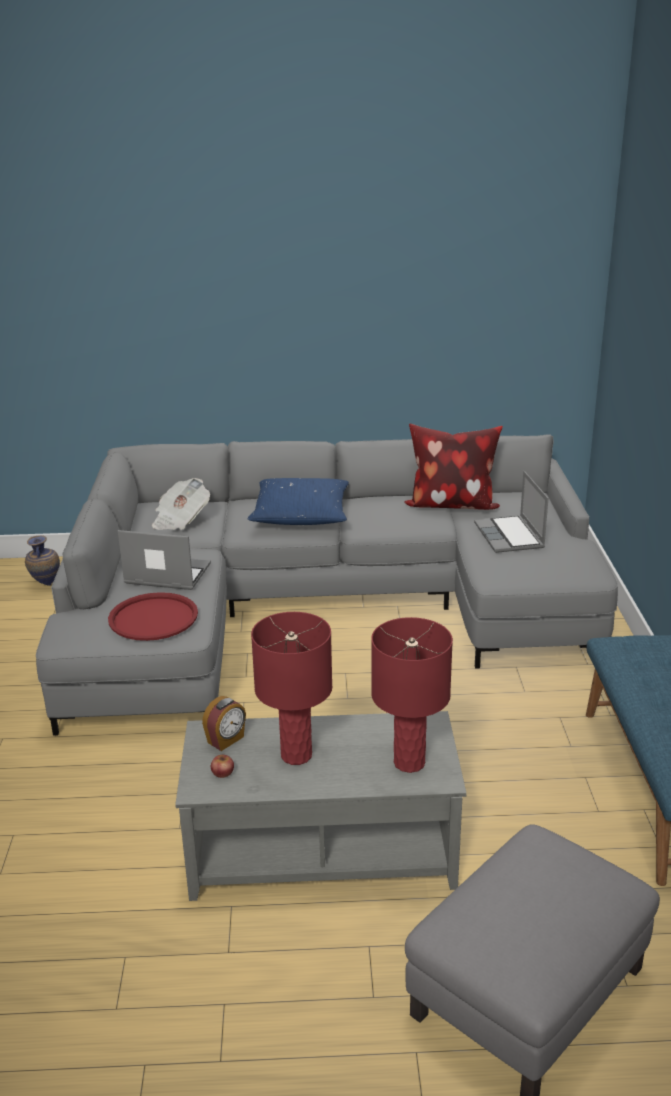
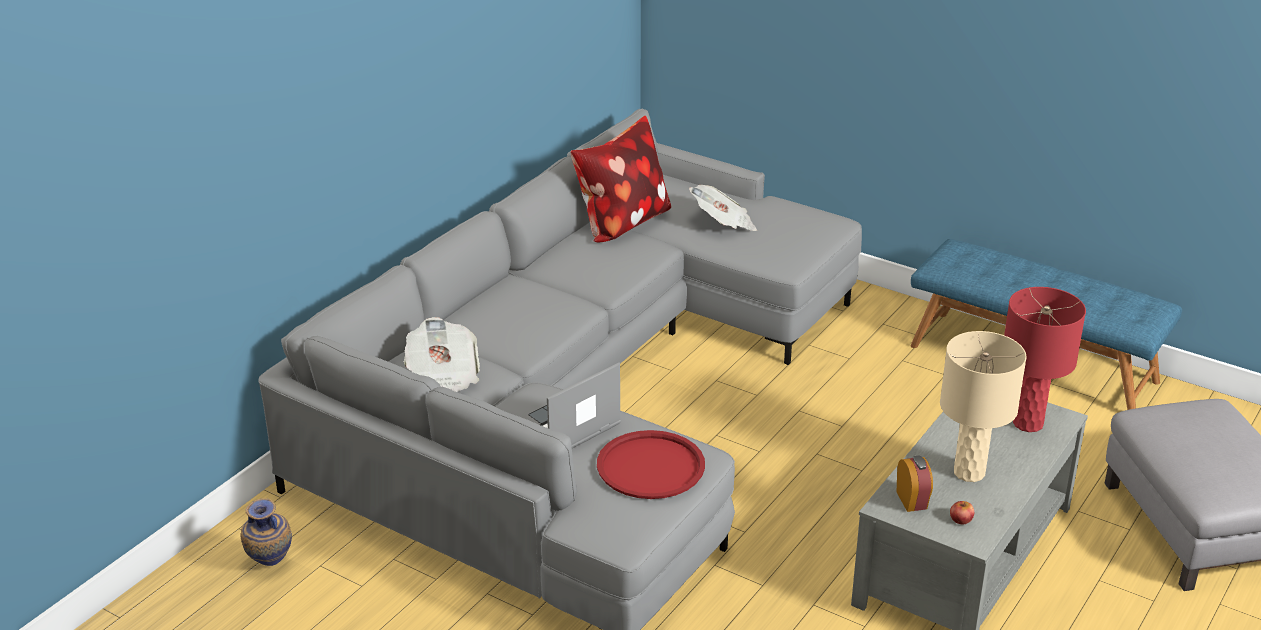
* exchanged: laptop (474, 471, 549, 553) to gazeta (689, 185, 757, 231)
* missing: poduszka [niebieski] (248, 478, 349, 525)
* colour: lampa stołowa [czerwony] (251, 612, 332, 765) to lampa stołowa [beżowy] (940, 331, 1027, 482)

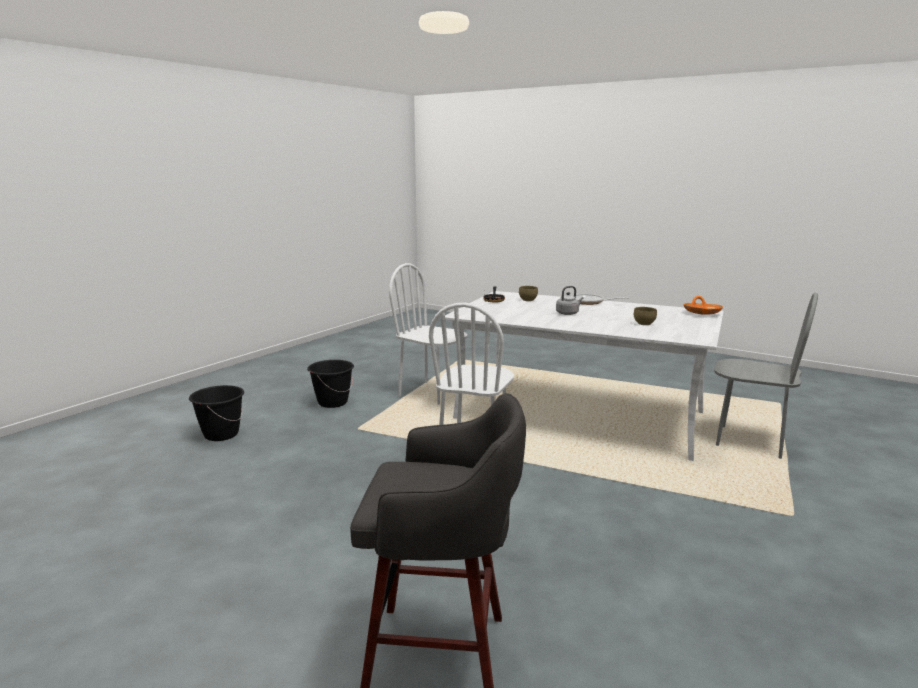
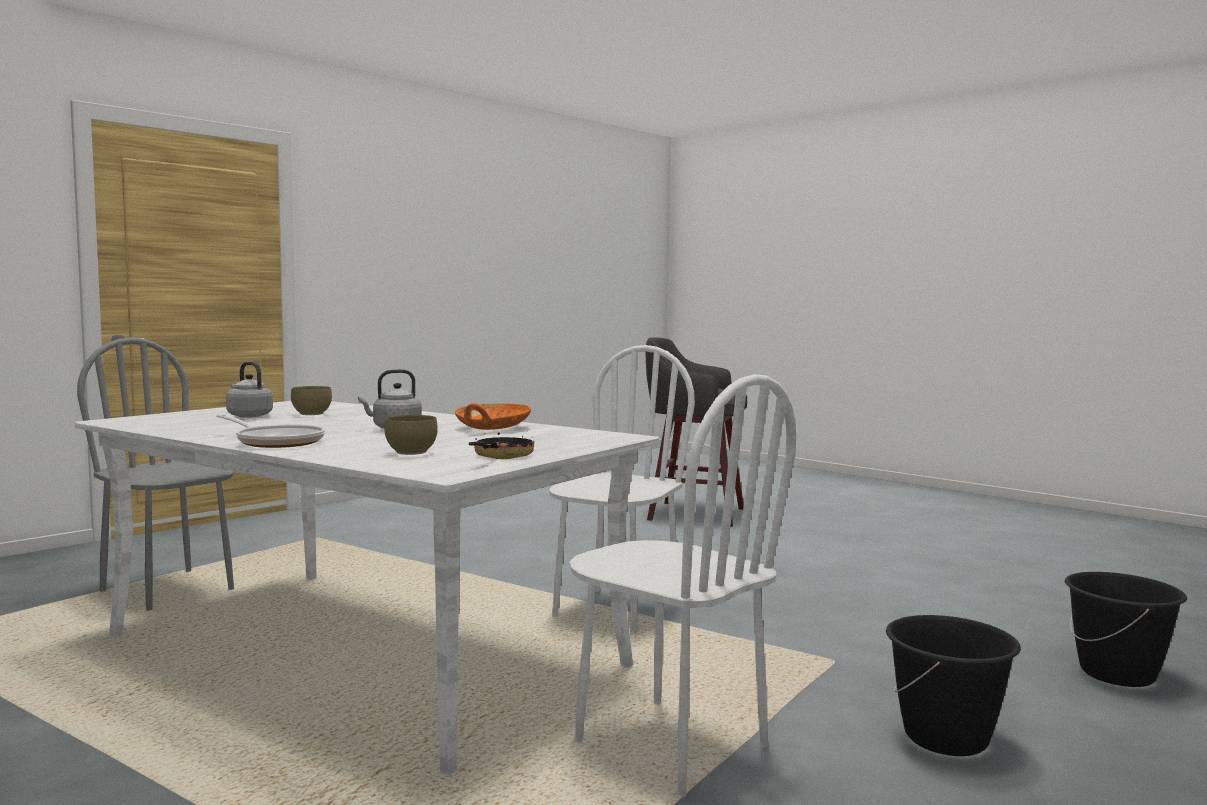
* relocated: miska [pomarańczowy] (683, 296, 723, 315) to (455, 403, 531, 430)
* appeared: czajnik [szary] (226, 362, 273, 418)

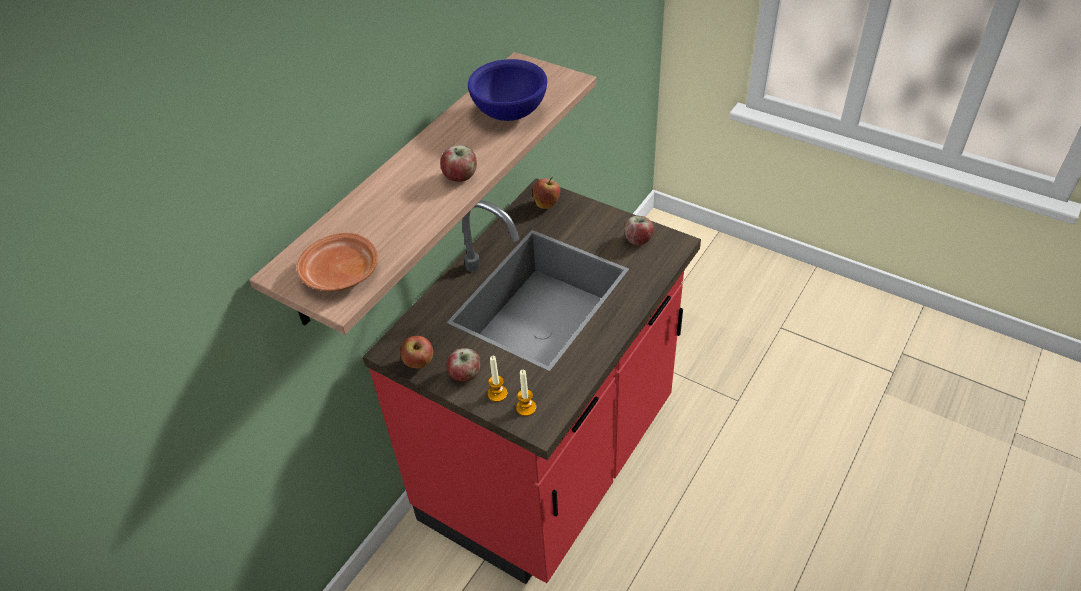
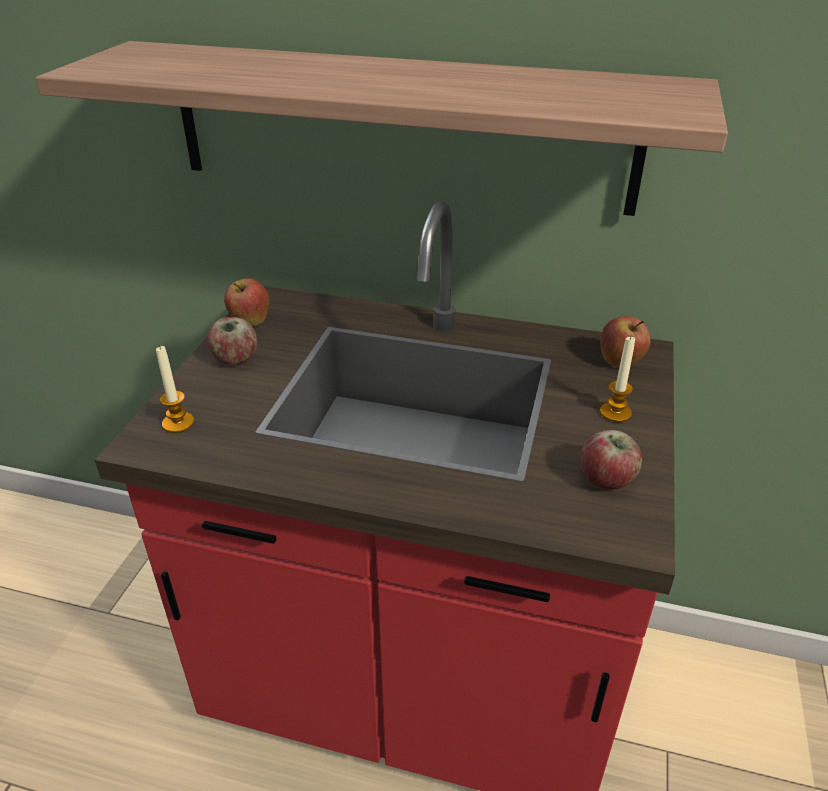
* missing: miska [niebieski] (468, 59, 547, 121)
* missing: jabłko (440, 145, 477, 182)
* missing: talerz [brązowy] (297, 233, 378, 291)
* relocated: świeca (488, 356, 508, 402) to (600, 337, 635, 422)

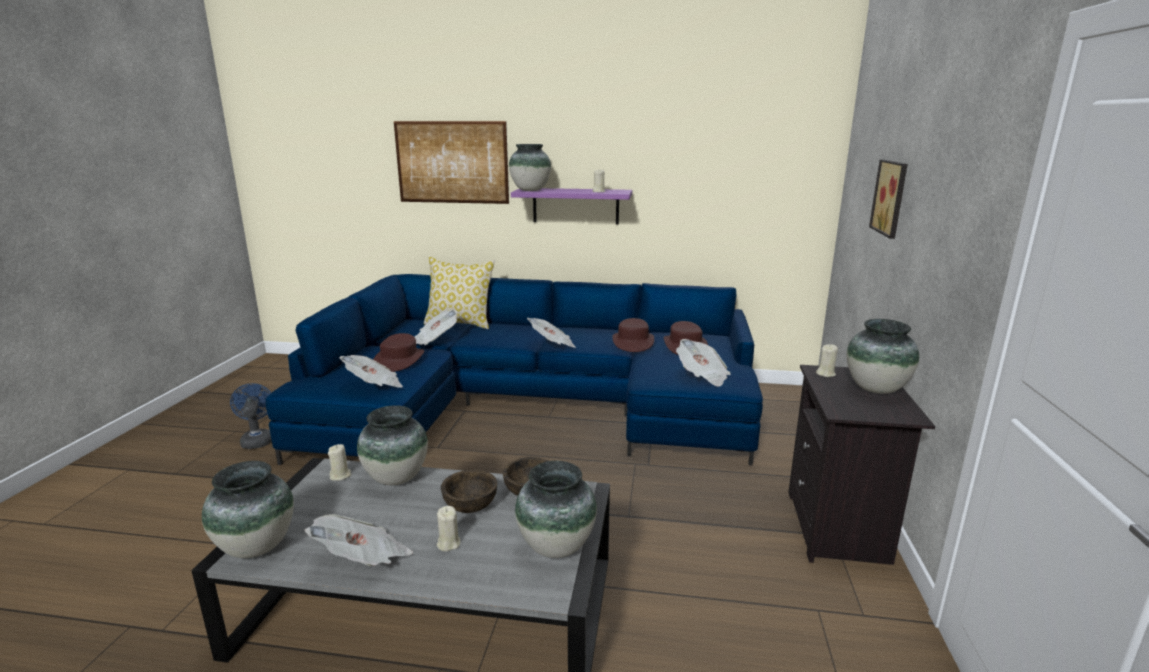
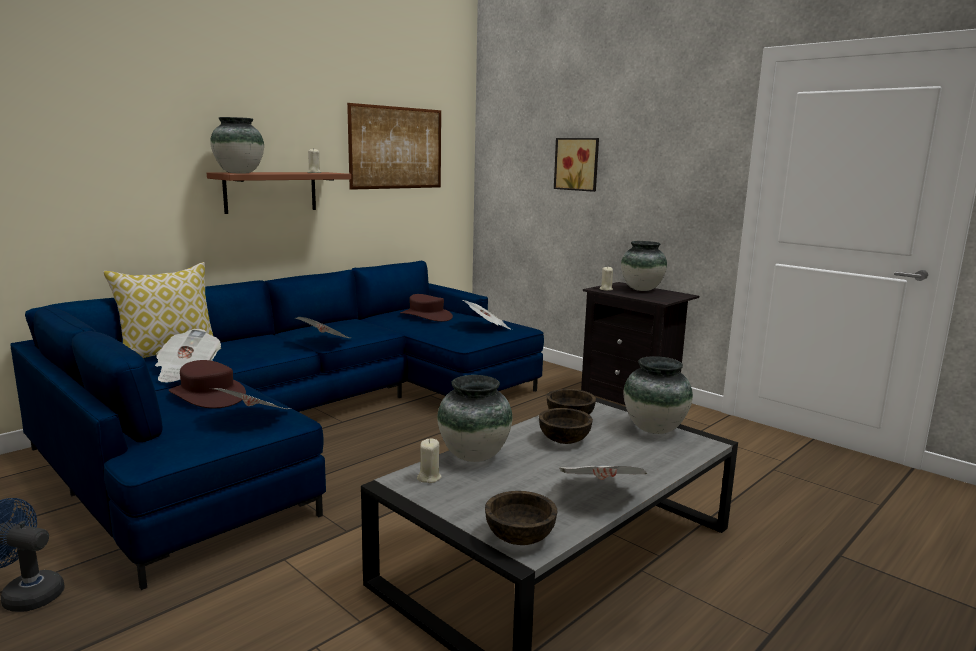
* relocated: obraz (394, 121, 509, 204) to (347, 103, 441, 190)
* colour: półka [fioletowy] (511, 188, 632, 224) to półka [brązowy] (207, 172, 351, 214)
* missing: kapelusz [brązowy] (612, 318, 654, 352)
* exchanged: wazon (202, 461, 294, 558) to miska [brązowy] (485, 491, 557, 545)
* missing: świeca [beżowy] (437, 506, 461, 551)

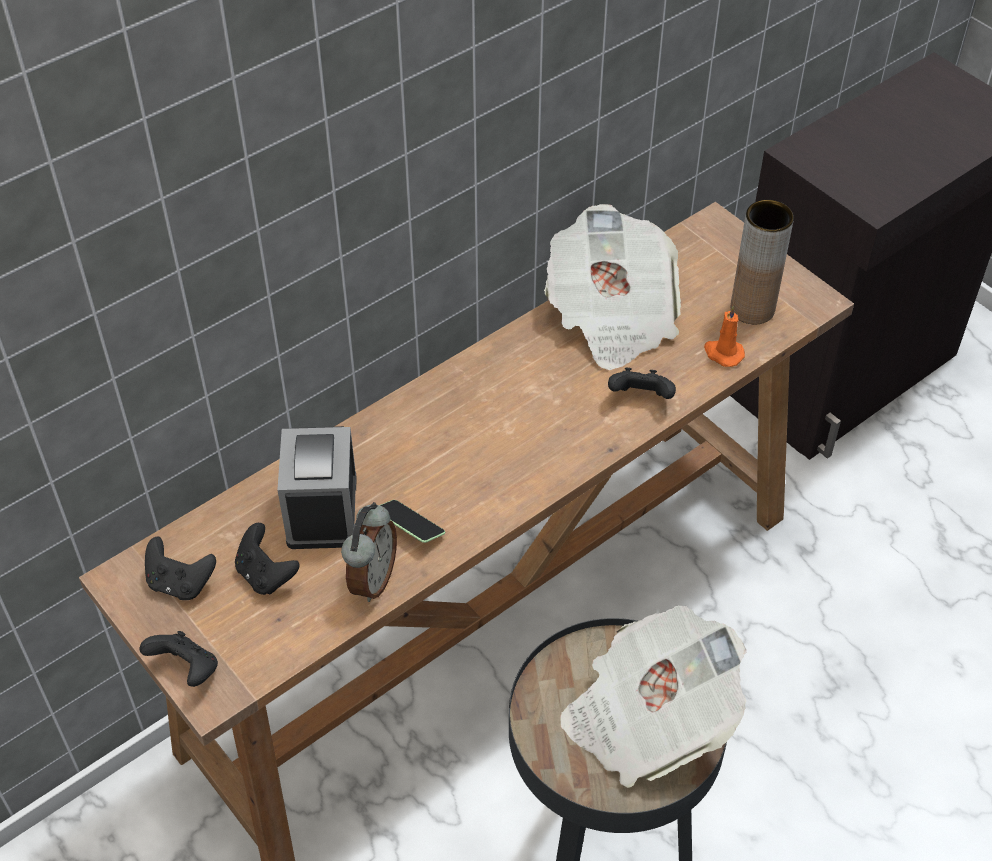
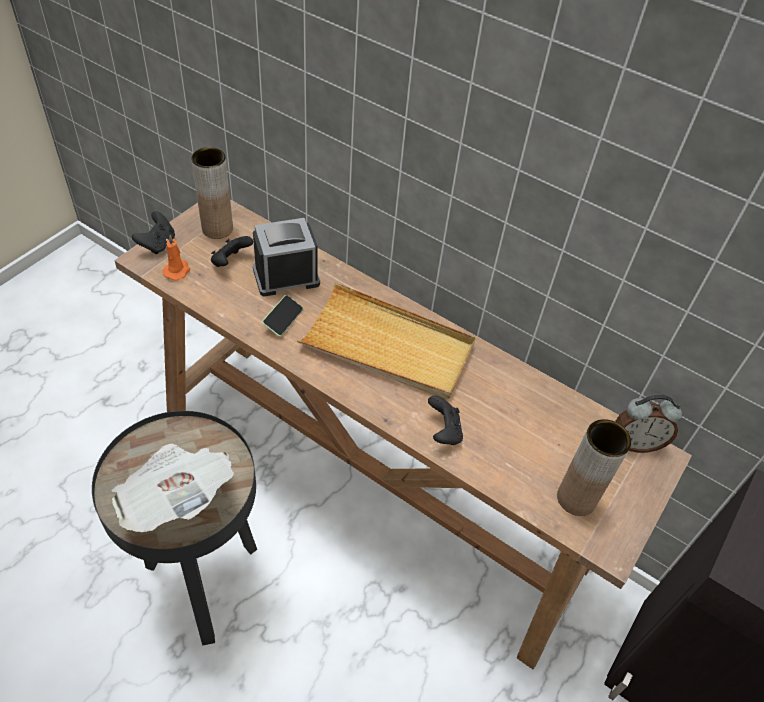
* missing: gazeta (544, 204, 681, 370)
* relocated: świeca [pomarańczowy] (704, 306, 745, 367) to (162, 235, 190, 281)
* relocated: budzik (341, 502, 397, 602) to (615, 394, 682, 453)
* exchanged: pad do gier [czarny] (145, 536, 216, 600) to wazon [brązowy] (191, 147, 233, 239)
* appeared: taca [beżowy] (297, 282, 476, 400)

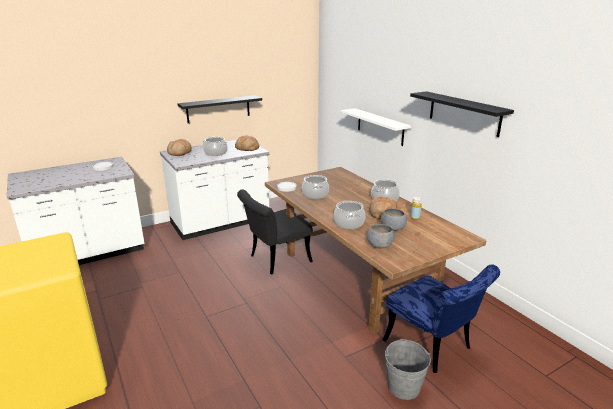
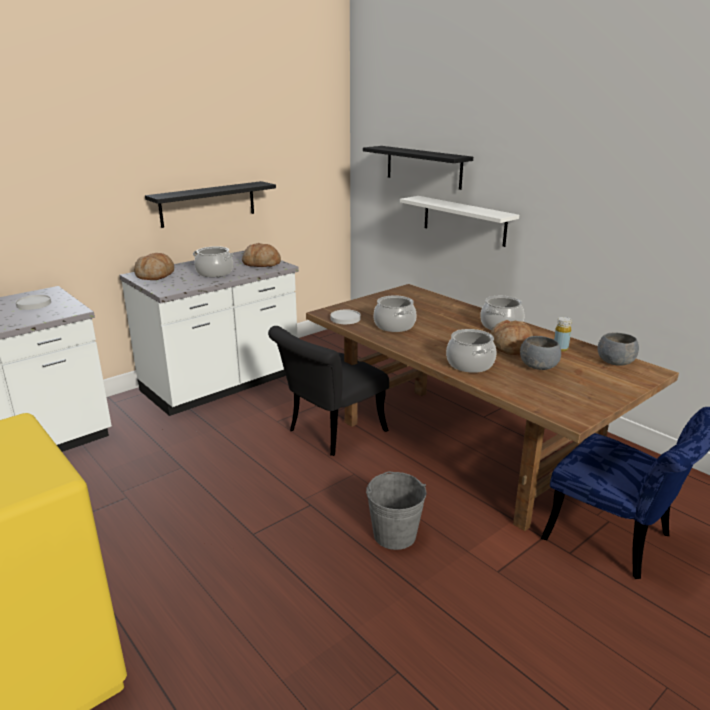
* relocated: półka [czarny] (410, 91, 514, 137) to (363, 146, 473, 190)
* relocated: miska [szary] (367, 224, 395, 249) to (597, 333, 639, 366)
* relocated: wiadro [szary] (385, 339, 431, 400) to (366, 471, 426, 550)

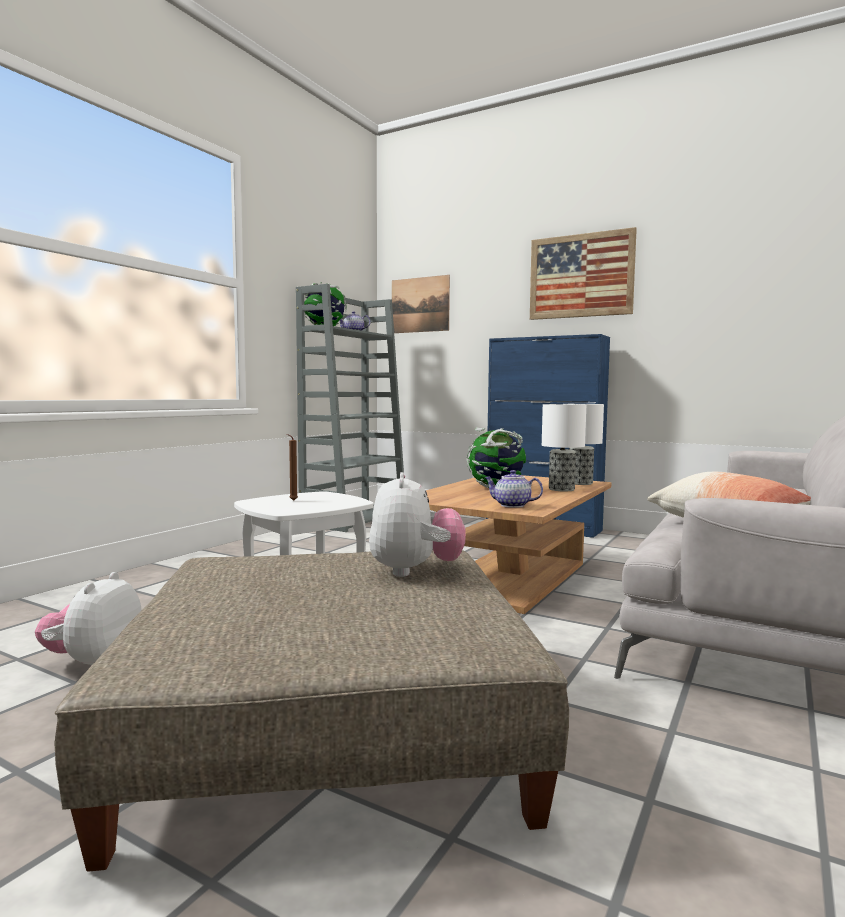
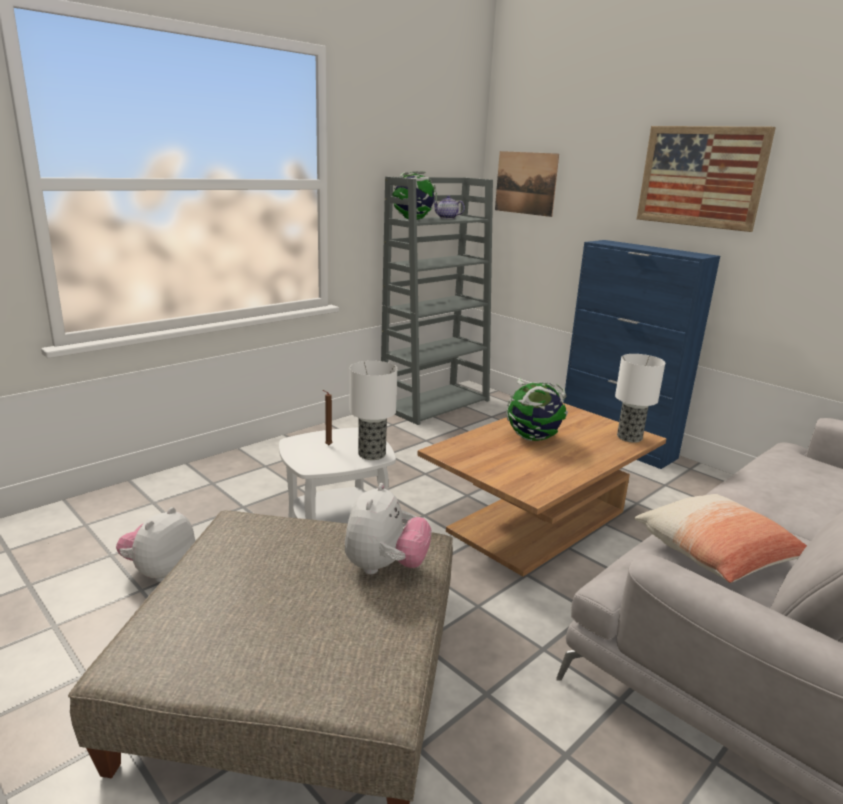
* relocated: lampa stołowa (542, 404, 586, 491) to (350, 361, 397, 460)
* missing: imbryk (485, 470, 543, 508)

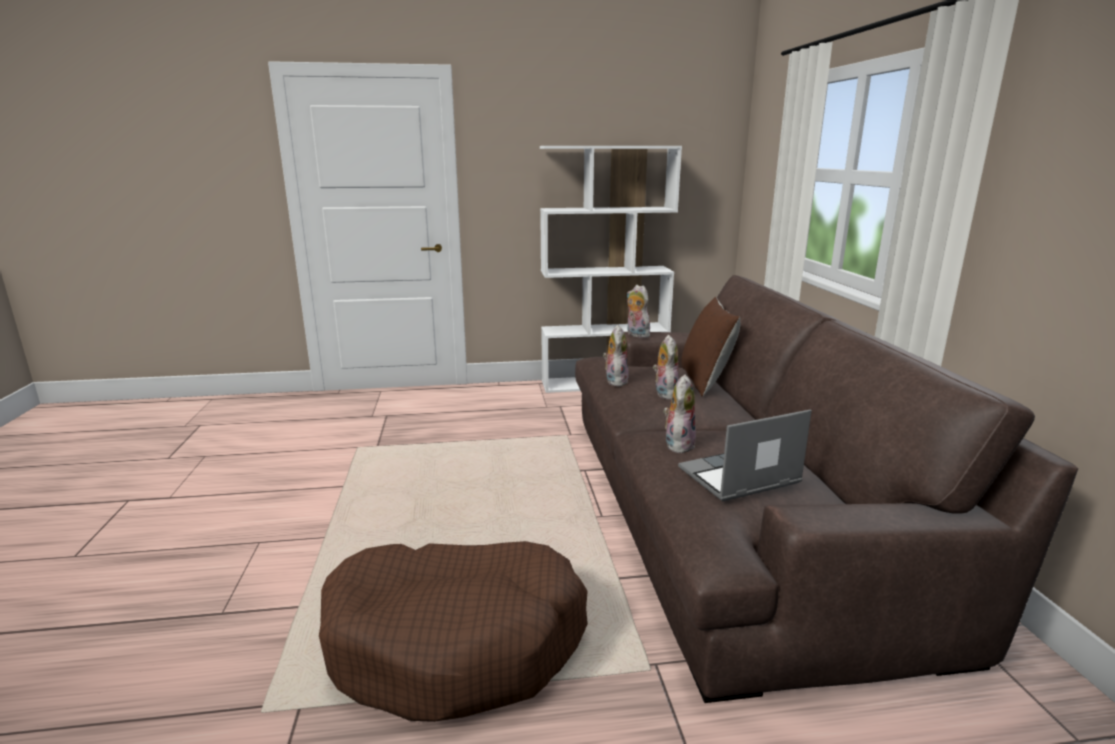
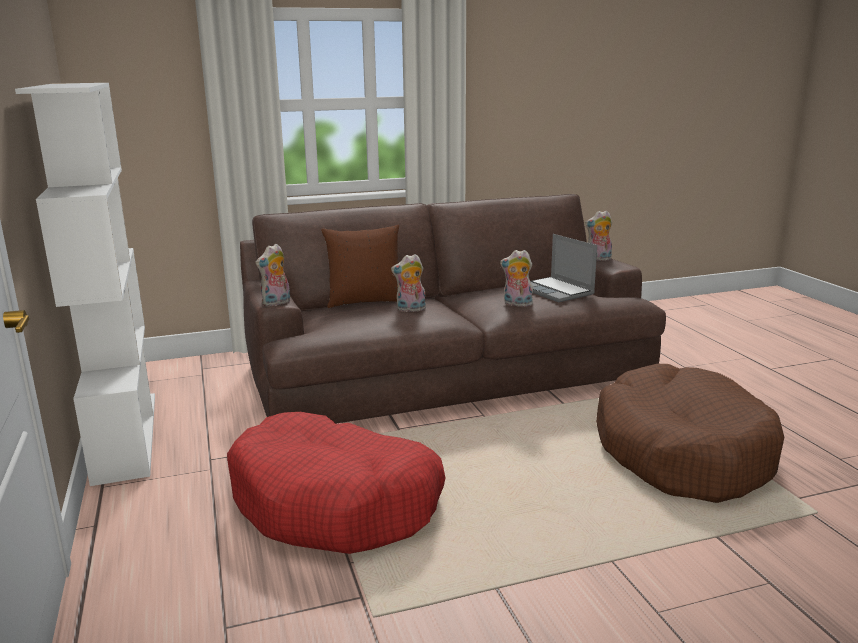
* relocated: pluszak (603, 325, 629, 386) to (585, 210, 612, 261)
* appeared: legowisko [czerwony] (227, 412, 446, 554)

